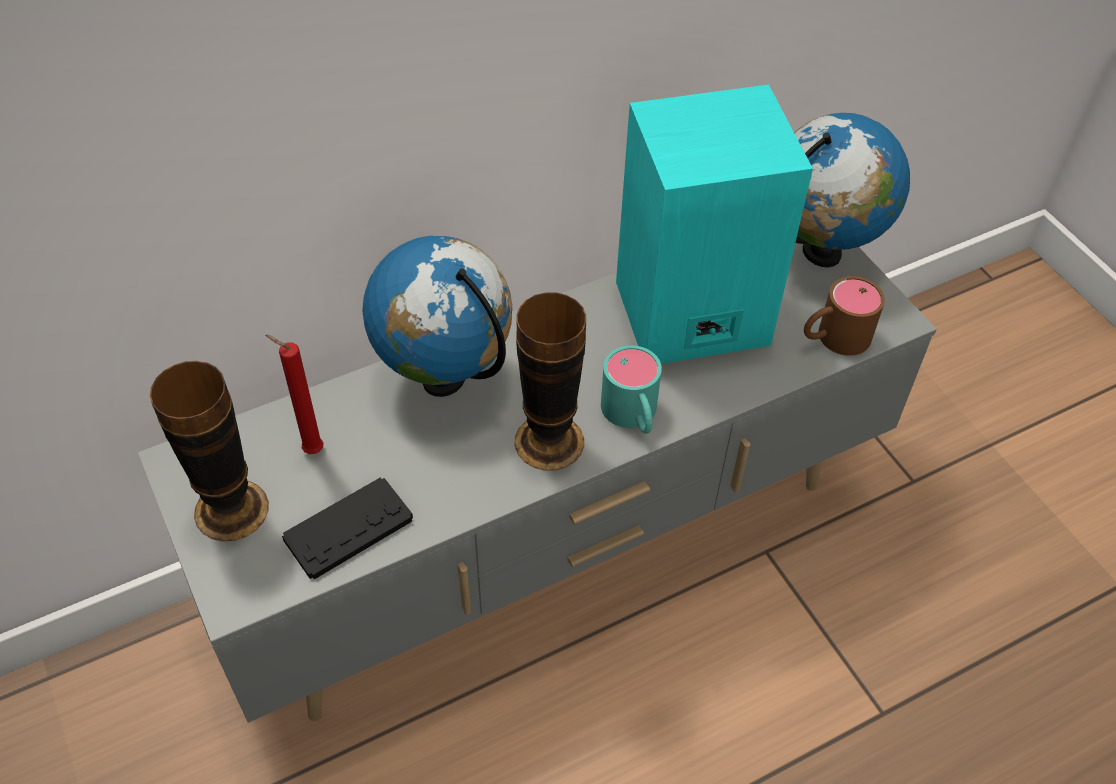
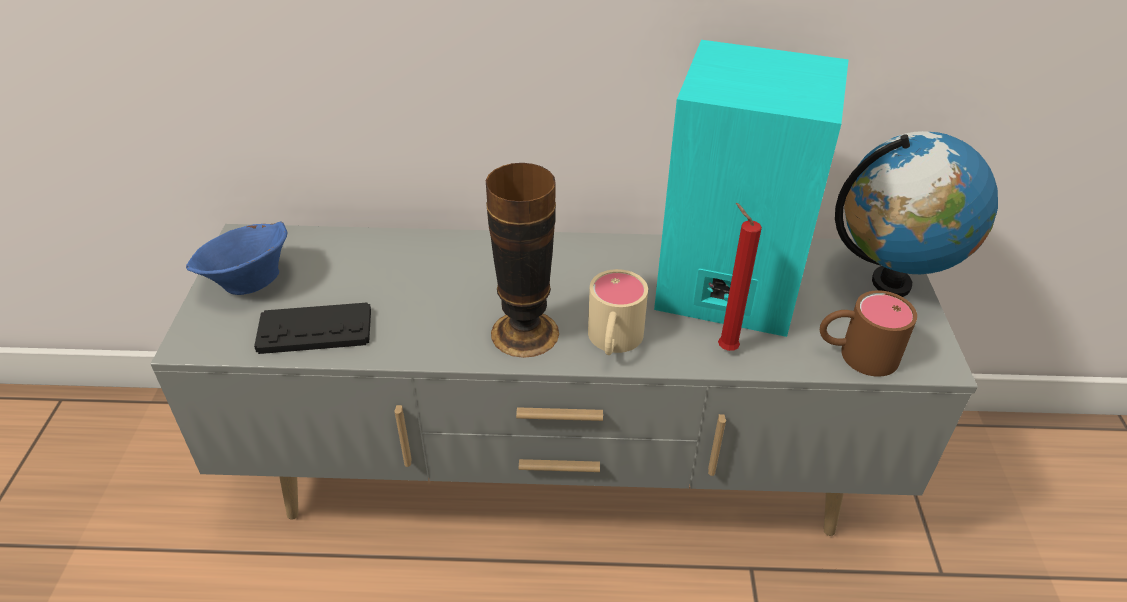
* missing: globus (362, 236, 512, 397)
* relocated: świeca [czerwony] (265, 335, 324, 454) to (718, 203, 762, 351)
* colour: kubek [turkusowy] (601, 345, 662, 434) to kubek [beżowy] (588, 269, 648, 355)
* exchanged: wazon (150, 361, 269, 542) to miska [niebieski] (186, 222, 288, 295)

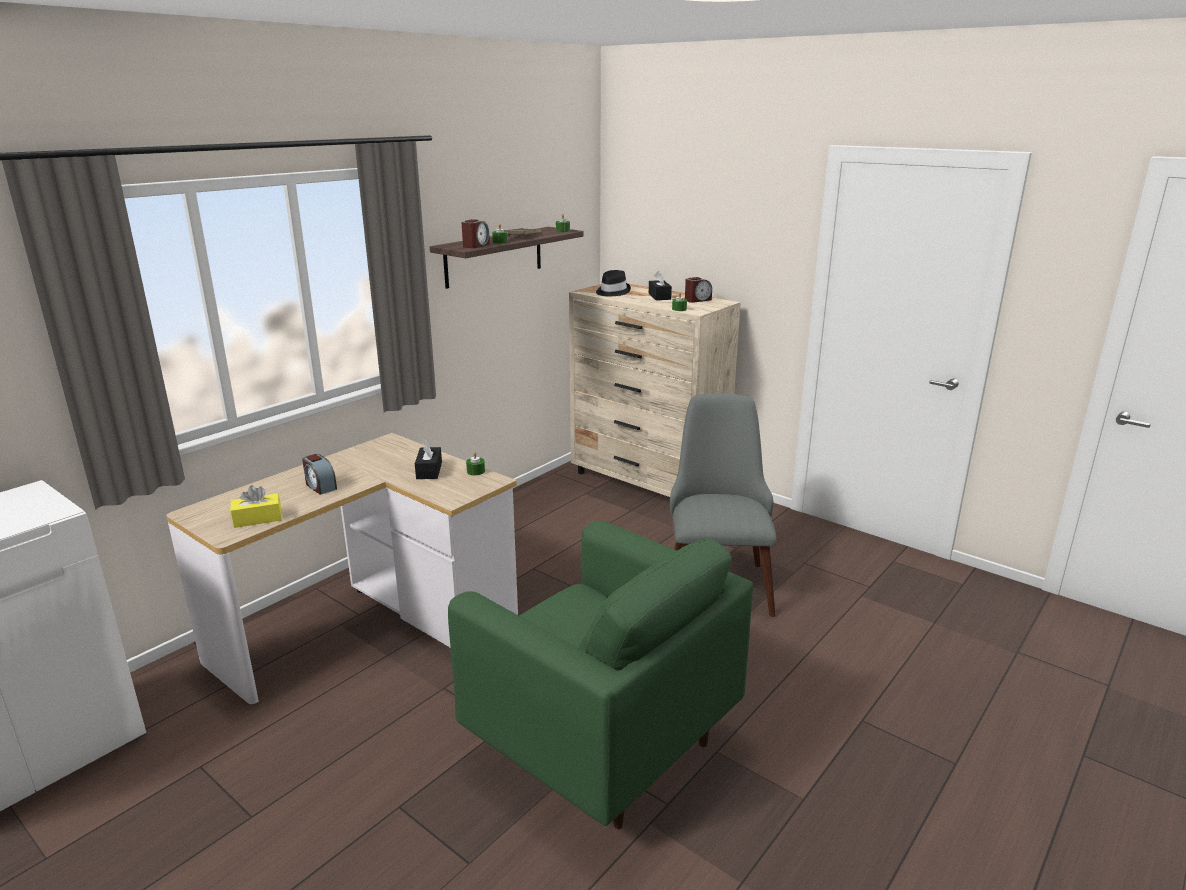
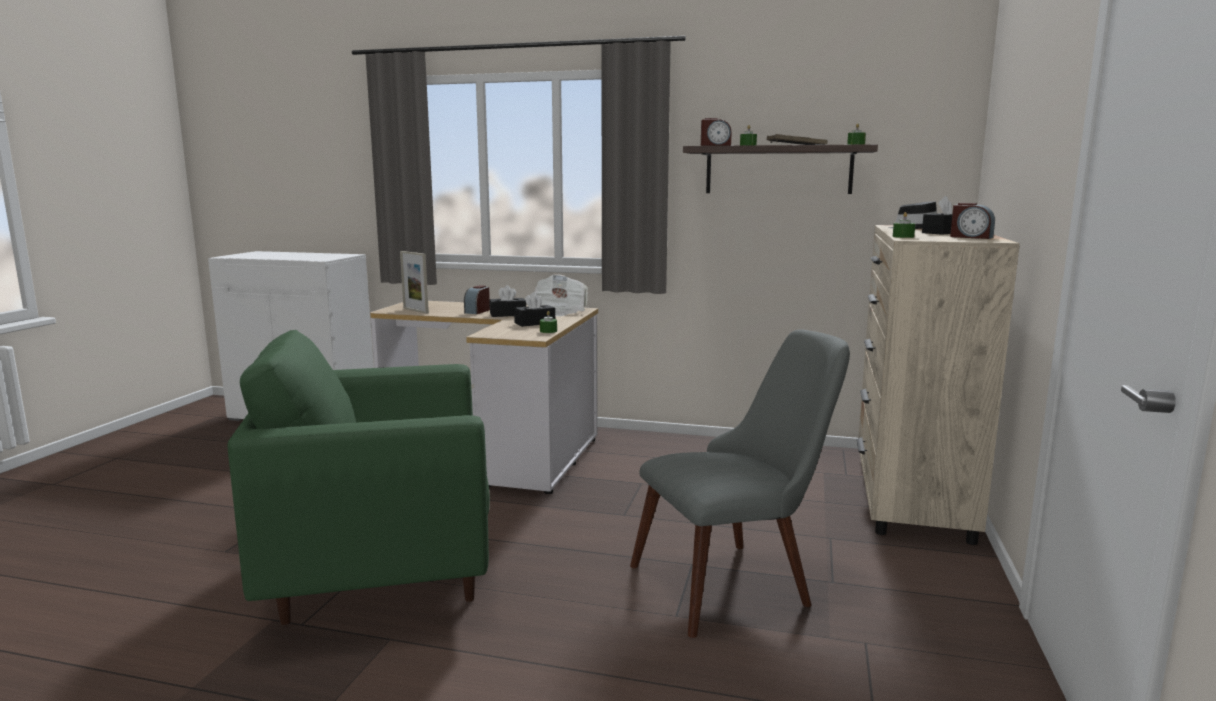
* exchanged: pudełko chusteczek [żółty] (230, 485, 282, 528) to ramka na zdjęcie (400, 251, 429, 314)
* spun: fotel [zielony] (448, 521, 753, 829) = (227, 330, 490, 625) 60 degrees clockwise
* appeared: gazeta (535, 274, 588, 317)
* appeared: pudełko chusteczek [czarny] (490, 285, 526, 317)

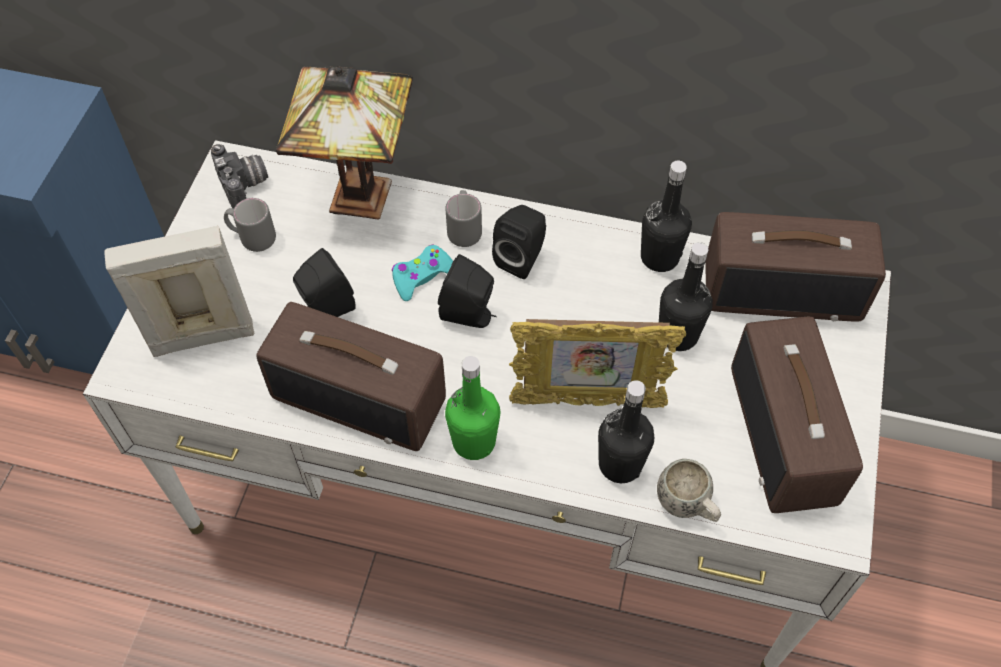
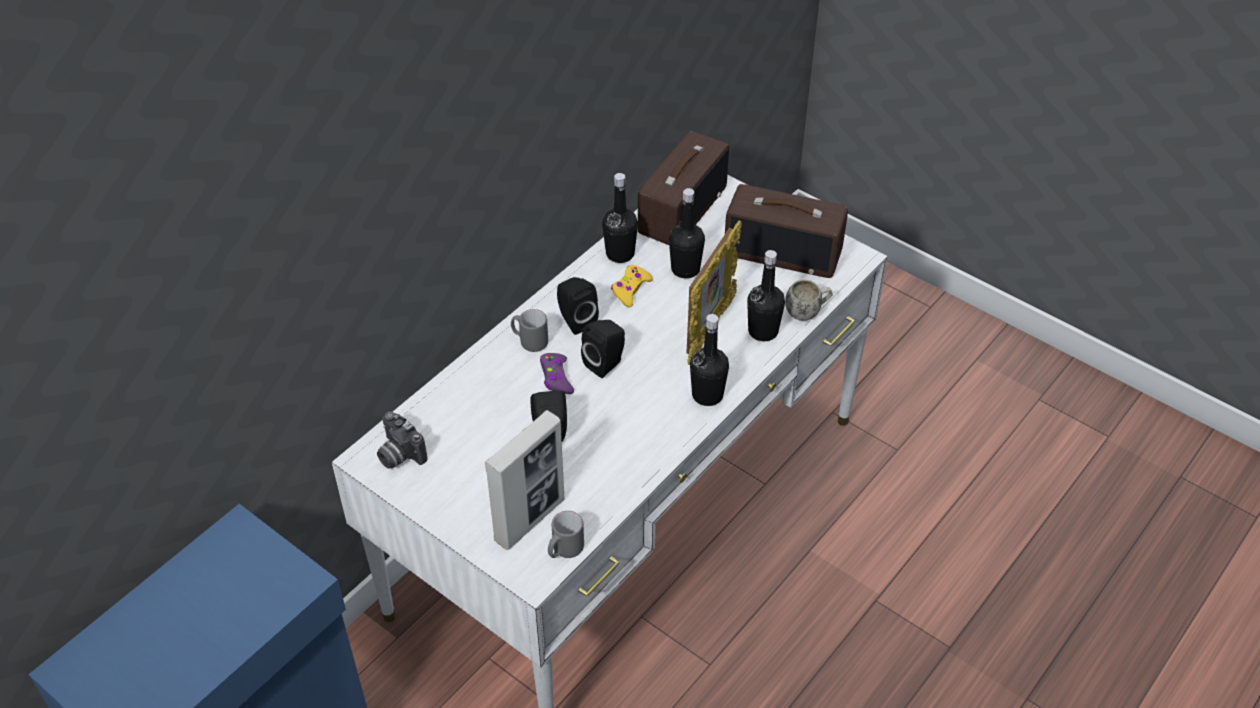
* missing: lampa stołowa (276, 66, 413, 220)
* spun: aparat fotograficzny (211, 144, 268, 208) = (377, 411, 428, 469) 135 degrees counterclockwise
* relocated: kubek [szary] (224, 198, 276, 252) to (548, 511, 584, 558)
* spun: ramka na zdjęcie (104, 226, 254, 357) = (485, 410, 564, 550) 150 degrees counterclockwise
* colour: pad do gier [turkusowy] (391, 245, 453, 301) to pad do gier [fioletowy] (540, 353, 574, 394)
* missing: radio (256, 302, 446, 451)
* colour: butelka [zielony] (445, 356, 500, 460) to butelka [czarny] (690, 314, 729, 406)
* appeared: pad do gier [żółty] (611, 265, 653, 307)

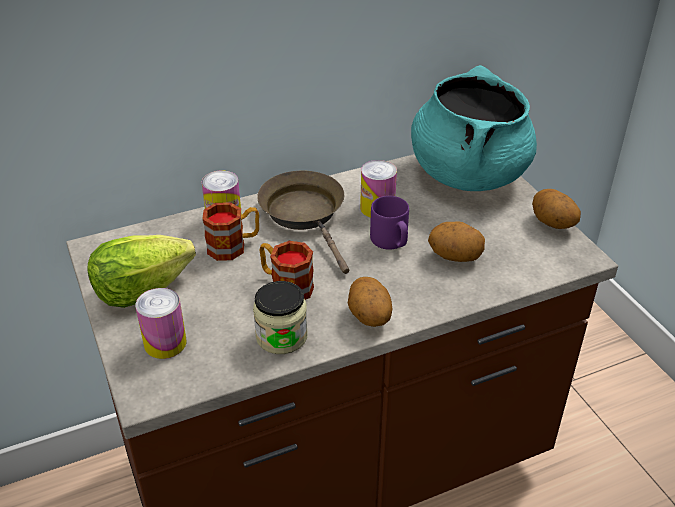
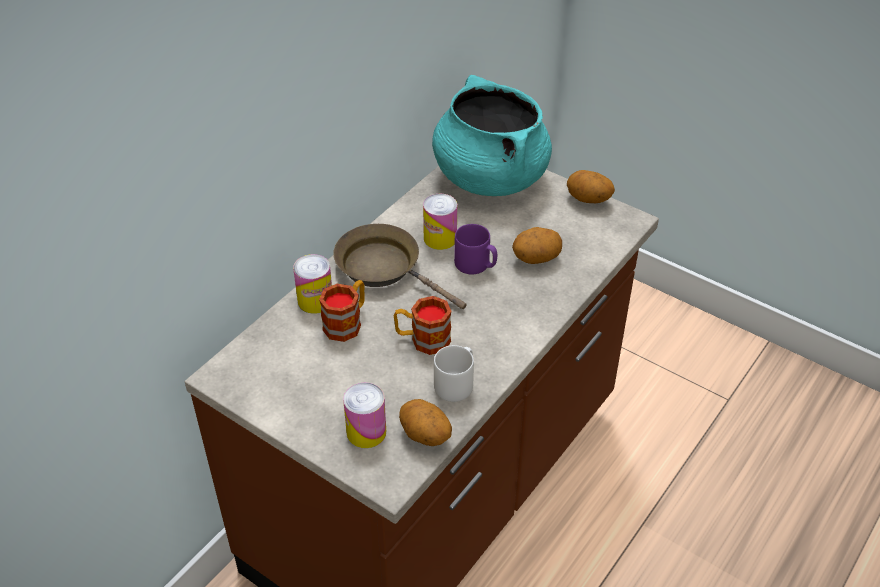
* missing: sałata (87, 235, 196, 308)
* relocated: ziemniak (348, 277, 392, 327) to (399, 399, 452, 446)
* exchanged: słoik (253, 281, 308, 354) to kubek [szary] (434, 345, 474, 402)

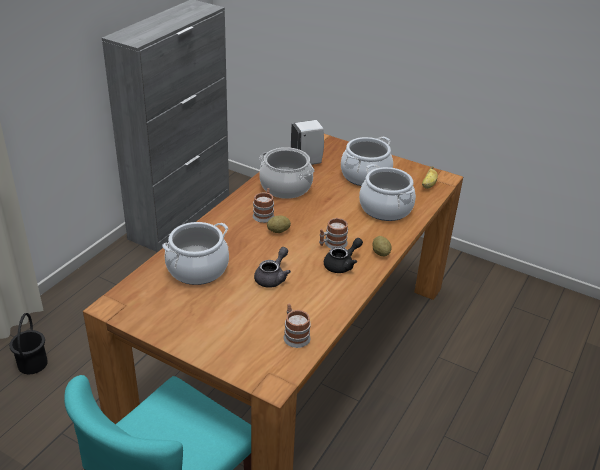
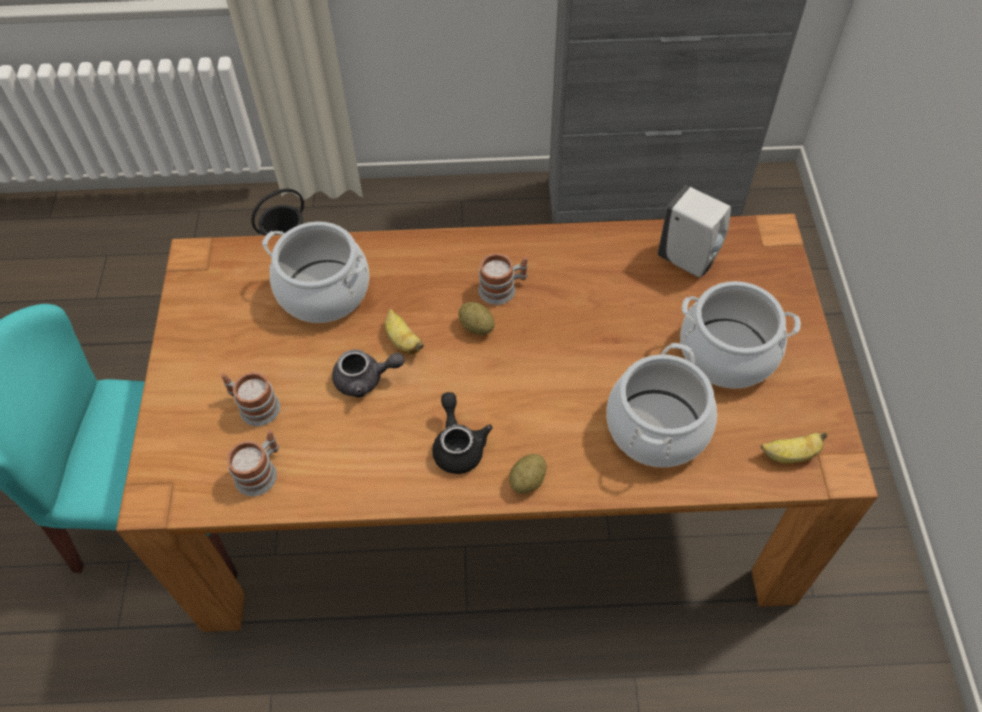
* missing: garnek (259, 147, 315, 199)
* relocated: kubek (319, 218, 348, 249) to (221, 372, 280, 426)
* spun: imbryk [czarny] (324, 238, 363, 273) = (432, 392, 493, 474) 120 degrees counterclockwise
* appeared: banan (385, 309, 424, 354)

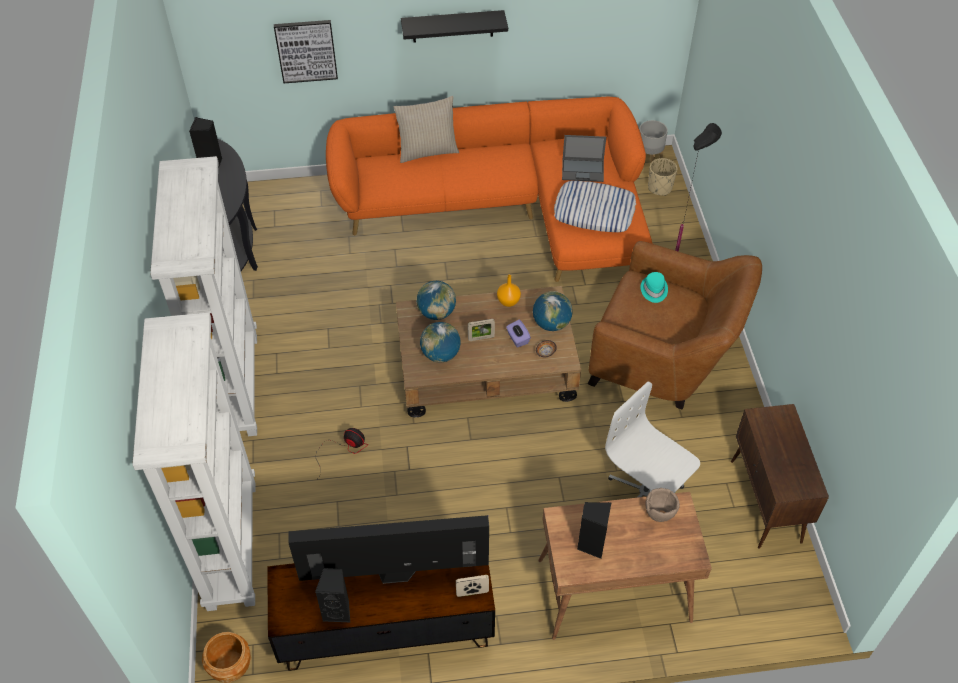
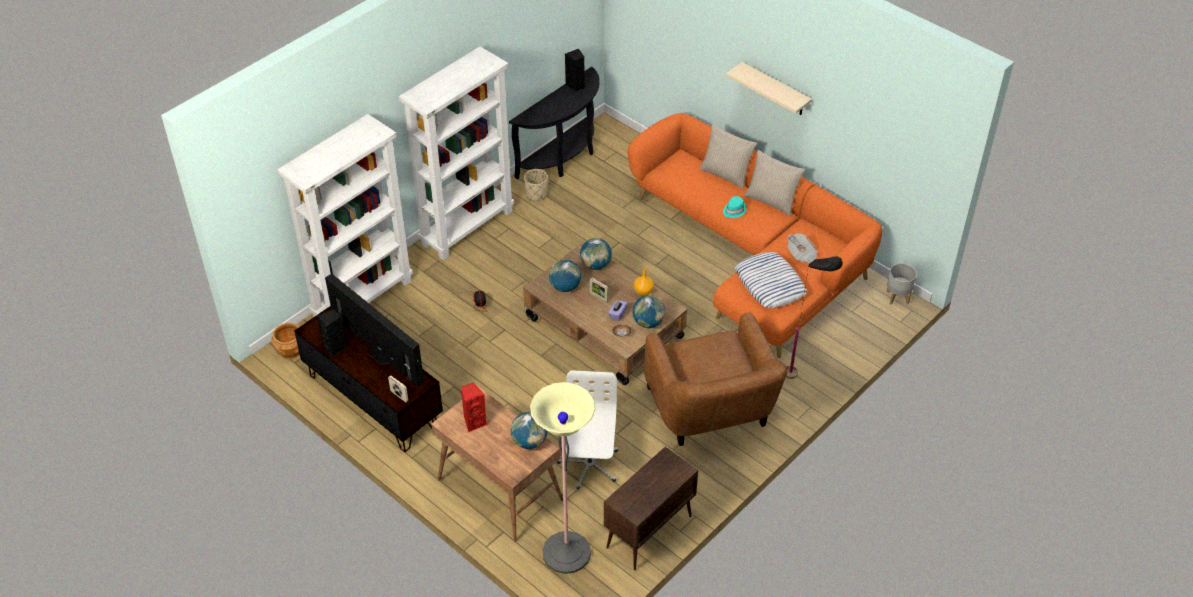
* colour: półka [czarny] (401, 10, 508, 43) to półka [beżowy] (726, 62, 812, 115)
* missing: obraz (274, 20, 338, 84)
* exchanged: laptop (562, 135, 606, 182) to gazeta (788, 233, 818, 264)
* relocated: donica [beżowy] (648, 158, 677, 196) to (524, 169, 548, 201)
* relocated: kapelusz [turkusowy] (640, 272, 668, 303) to (723, 196, 747, 218)
* exchanged: miska [brązowy] (645, 488, 680, 522) to globus (511, 412, 547, 449)
* colour: głośnik [czarny] (577, 502, 611, 559) to głośnik [czerwony] (461, 382, 487, 432)
* appeared: poduszka [beżowy] (744, 150, 805, 216)
* appeared: lampa stojąca (530, 382, 595, 574)

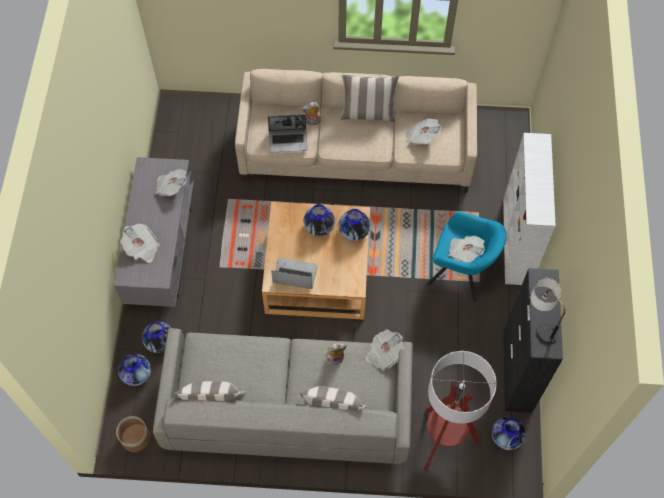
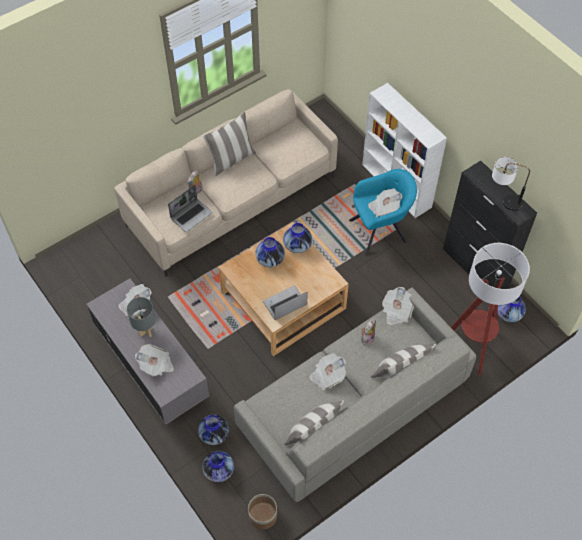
* relocated: gazeta (406, 118, 441, 144) to (309, 353, 346, 391)
* appeared: lampa stołowa [szary] (127, 297, 156, 337)

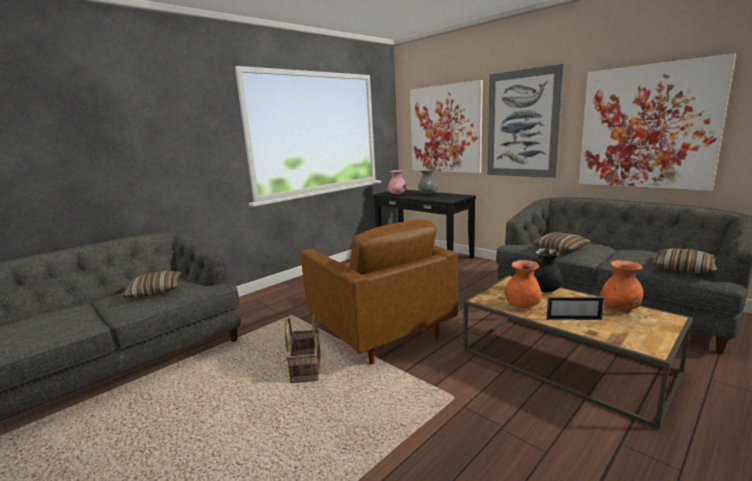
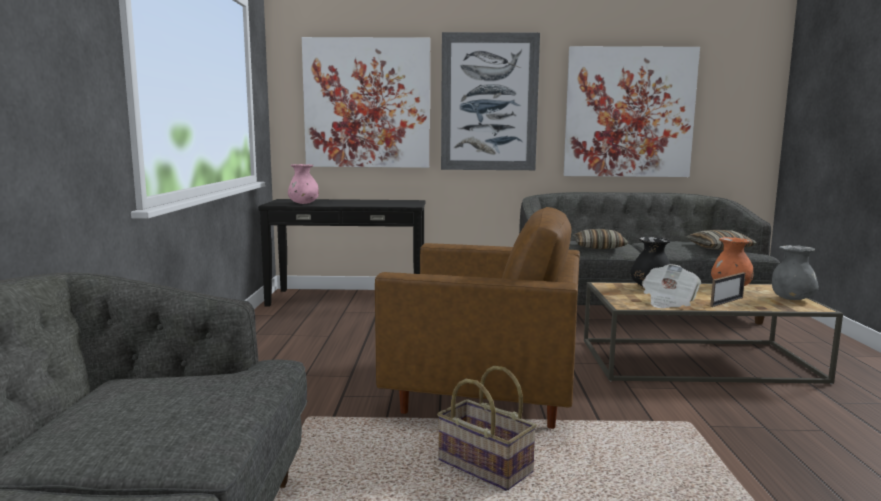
* relocated: wazon [szary] (418, 170, 438, 194) to (772, 245, 819, 300)
* exchanged: wazon [pomarańczowy] (505, 260, 542, 308) to gazeta (642, 264, 701, 308)
* missing: poduszka (122, 271, 181, 298)

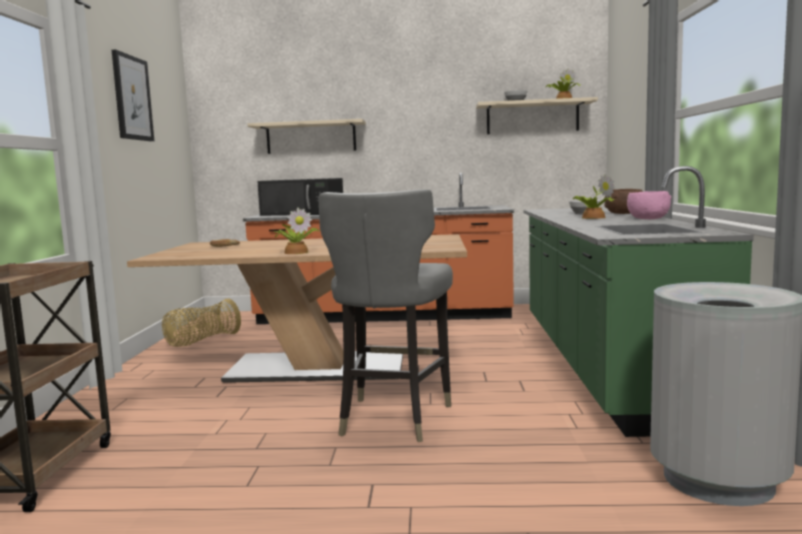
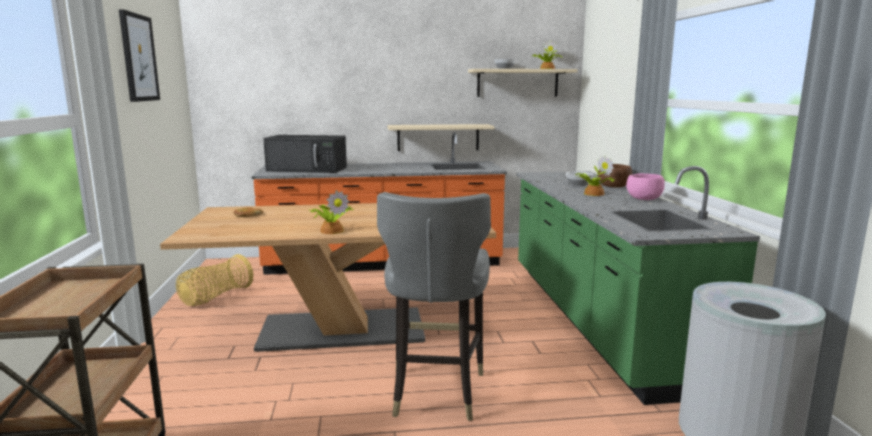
* relocated: półka [beżowy] (247, 119, 366, 154) to (387, 124, 494, 151)

